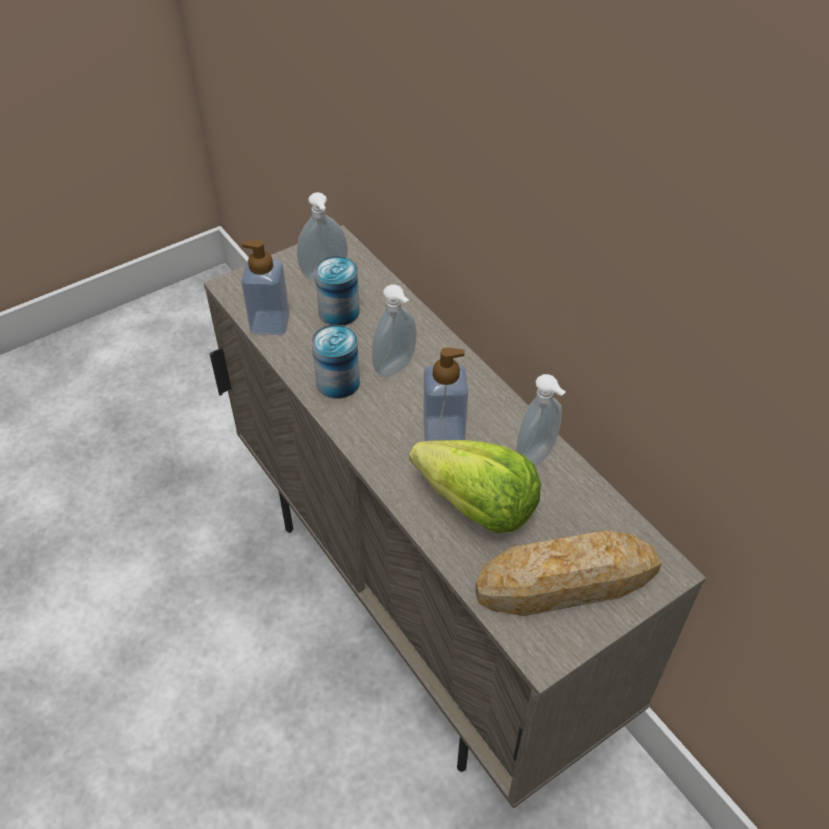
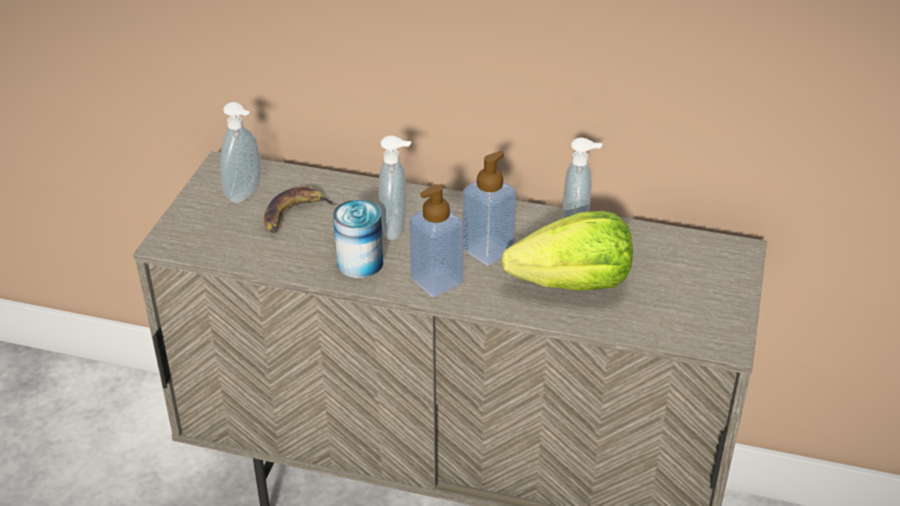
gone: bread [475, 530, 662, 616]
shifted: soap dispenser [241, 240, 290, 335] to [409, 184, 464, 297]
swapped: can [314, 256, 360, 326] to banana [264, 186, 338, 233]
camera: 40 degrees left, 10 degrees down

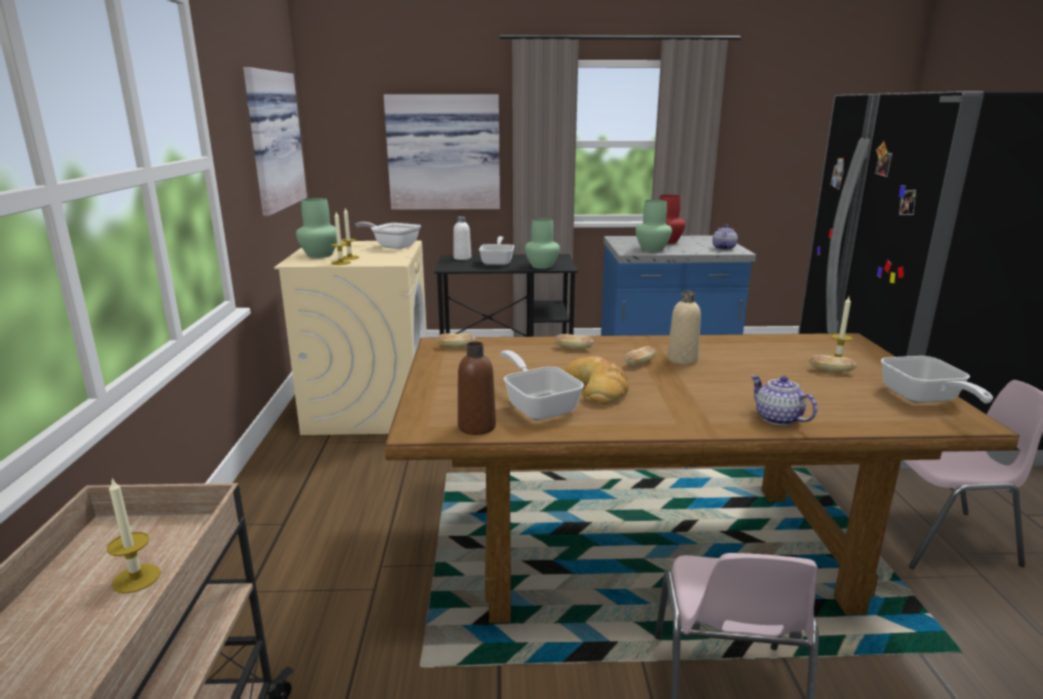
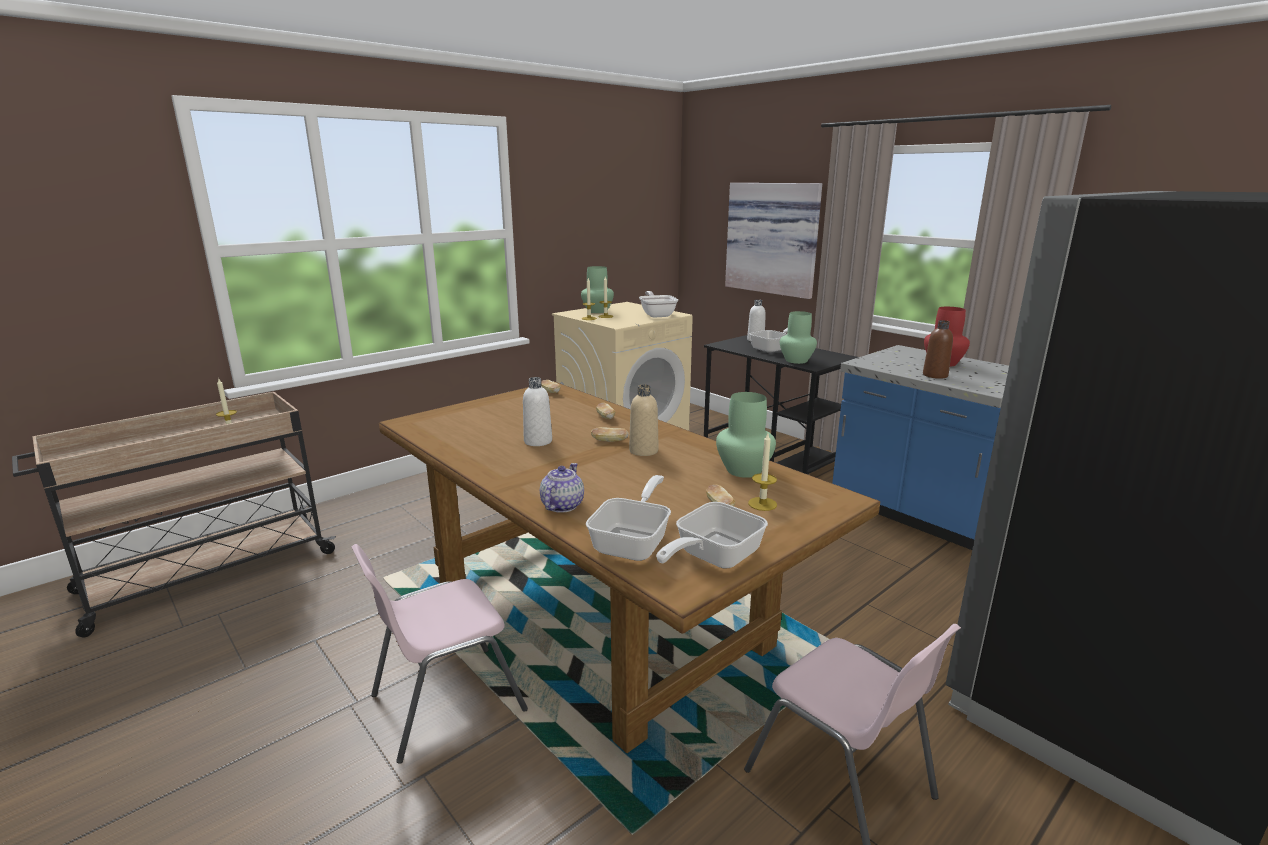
gone: picture [243, 67, 307, 216]; teapot [712, 225, 738, 250]
shifted: brown bottle [458, 342, 496, 435] to [923, 320, 953, 379]; frying pan [501, 350, 584, 420] to [586, 475, 671, 561]; green vase [635, 200, 672, 251] to [716, 392, 776, 478]
swapped: bread [565, 356, 629, 405] to white bottle [523, 377, 552, 446]
camera: 50 degrees right, 0 degrees up

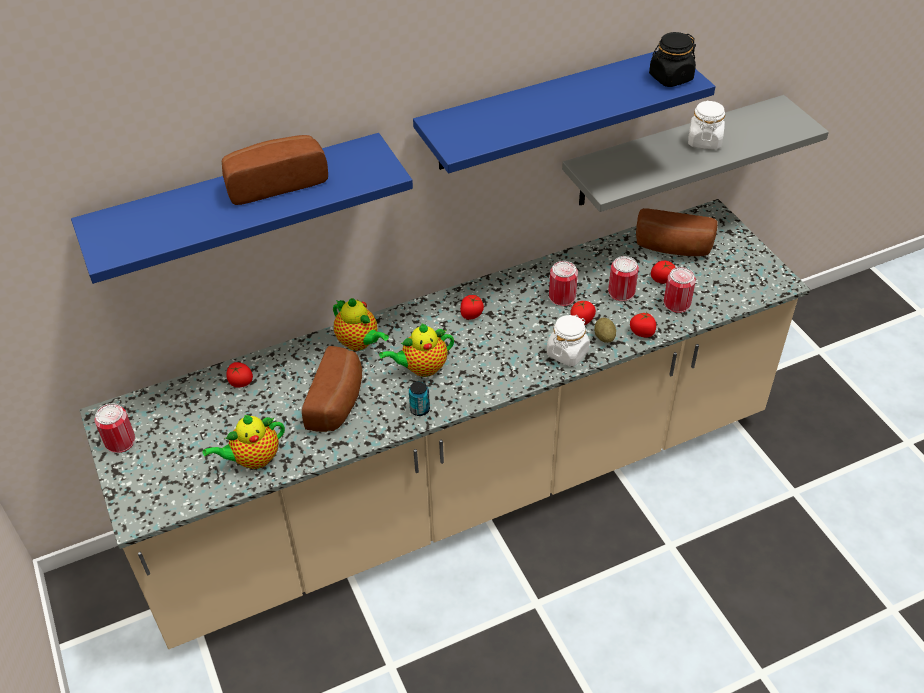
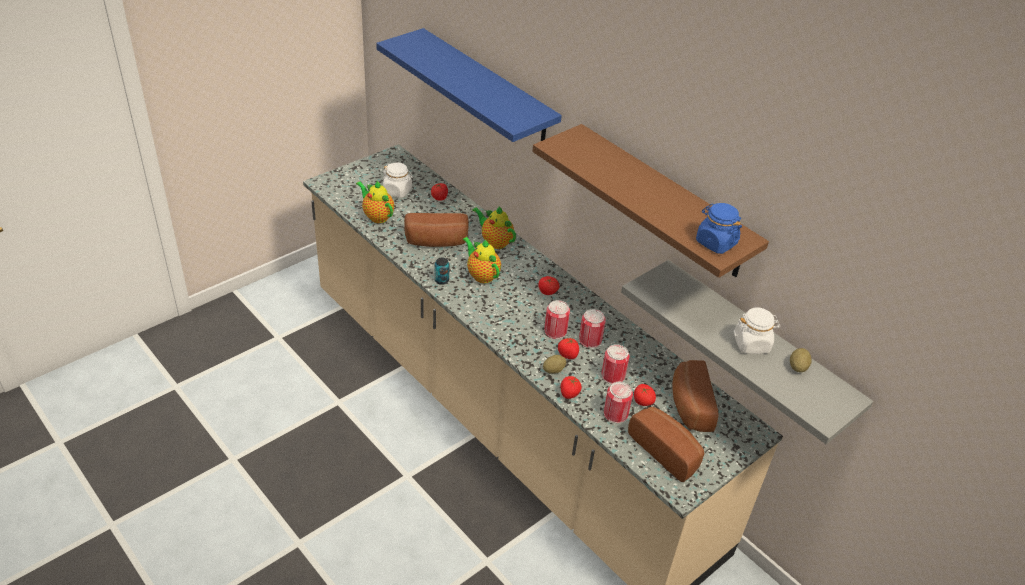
new: potato [790, 348, 812, 372]
shifted: can [95, 404, 135, 453] to [544, 300, 570, 339]; bread [222, 135, 328, 205] to [628, 407, 704, 482]; white jar [547, 315, 590, 367] to [382, 162, 413, 198]
repainted: blue shelf [413, 51, 716, 173] to brown shelf [532, 124, 769, 278]; black jar [649, 32, 696, 87] to blue jar [696, 203, 742, 254]
rotated: teapot [333, 298, 389, 351] = [472, 207, 516, 249] 105 degrees clockwise
camera: 70 degrees right, 5 degrees down

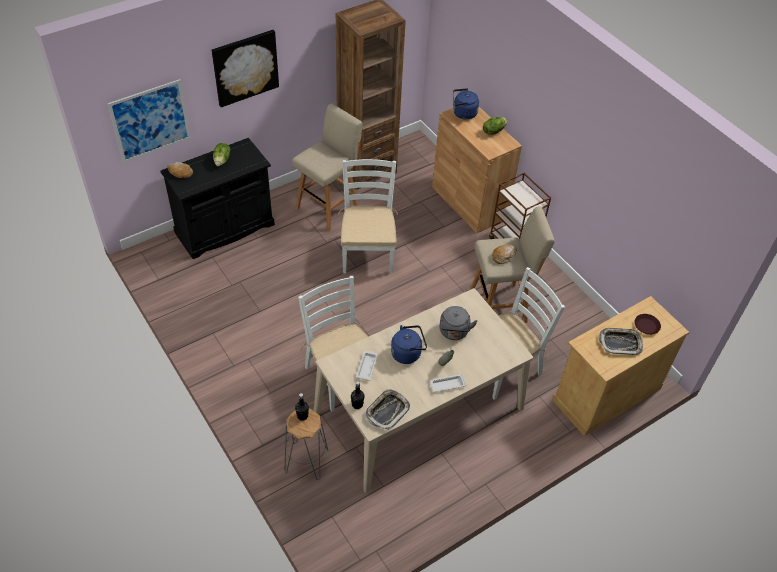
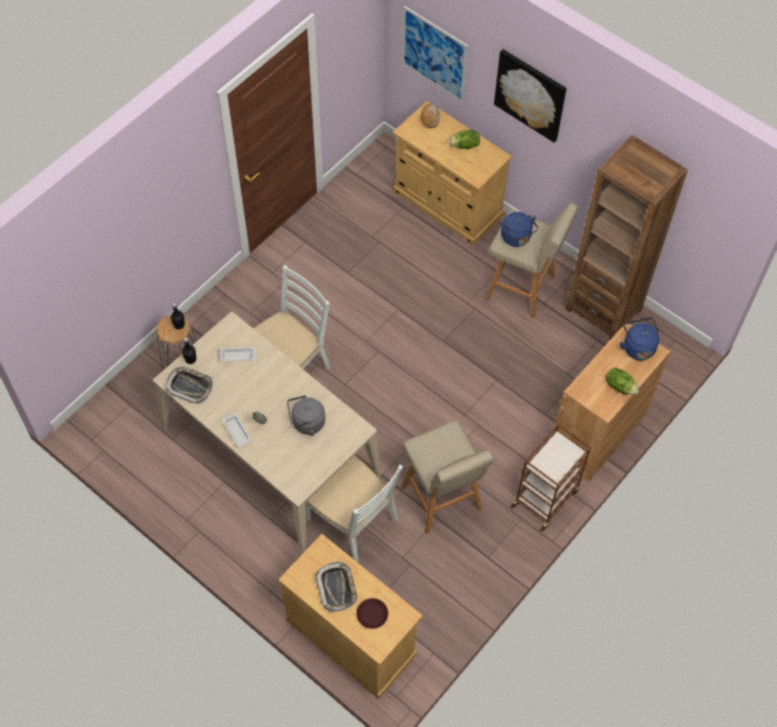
gone: white chair [338, 159, 398, 274]; bread [492, 244, 517, 264]
shifted: blue kettle [391, 325, 427, 364] to [501, 212, 538, 247]
repainted: black cabinet [160, 138, 275, 259] to beige cabinet [393, 101, 512, 246]
camera: 75 degrees right, 10 degrees up

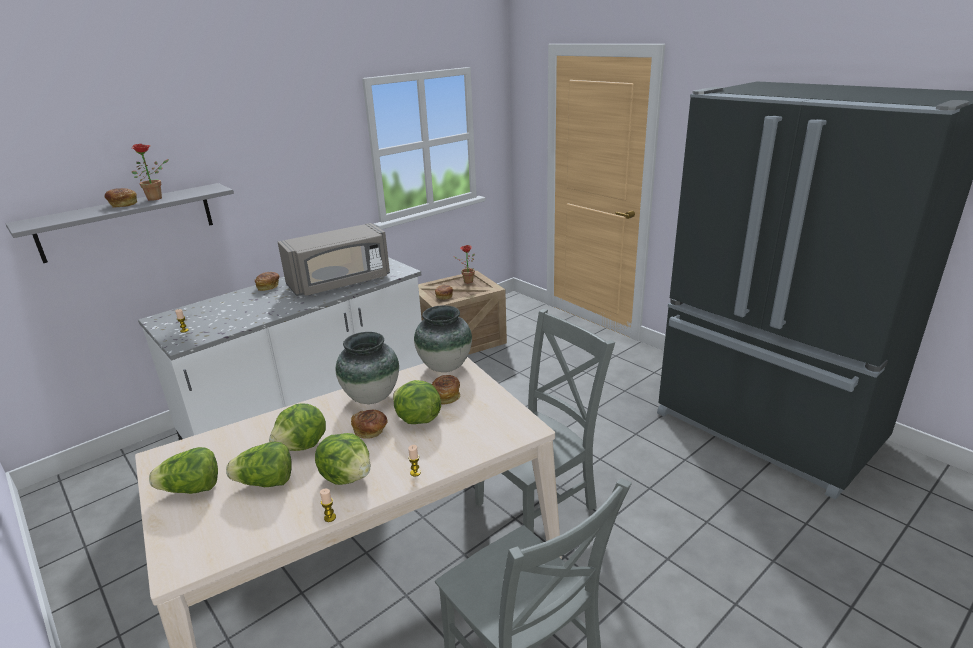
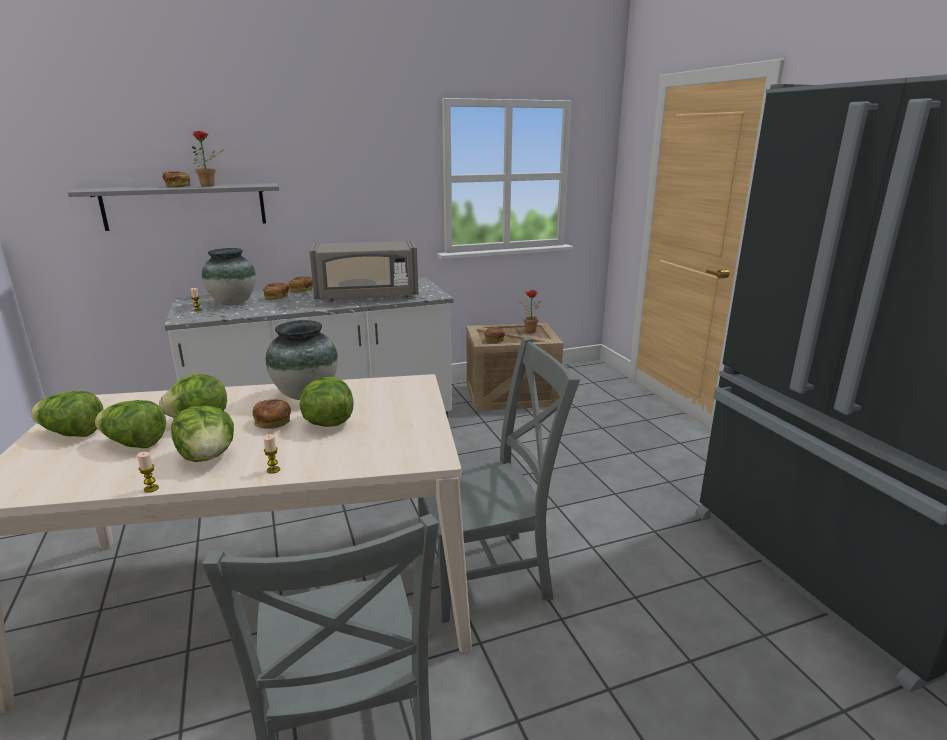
shifted: vase [414, 305, 472, 372] to [202, 248, 256, 305]; bread [432, 375, 460, 404] to [263, 282, 289, 300]
camera: 20 degrees right, 5 degrees down

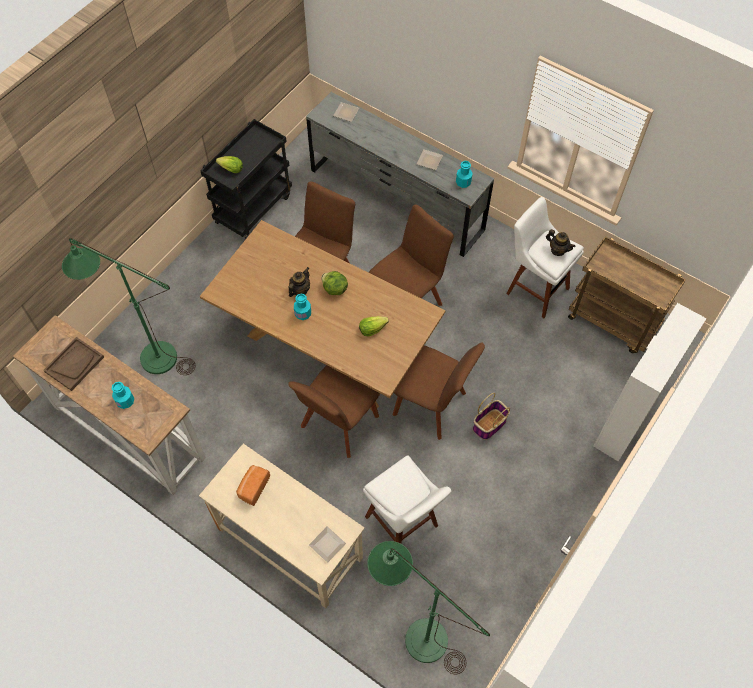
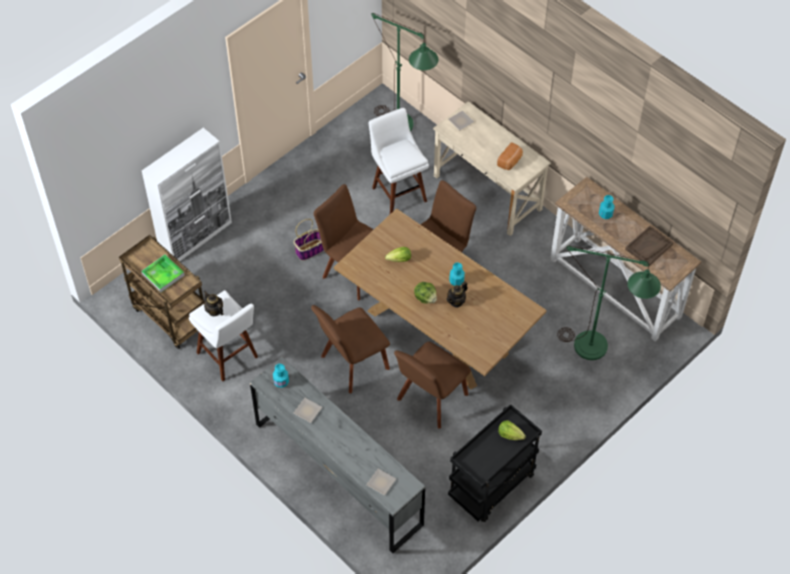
new: tray [141, 255, 185, 292]
camera: 170 degrees left, 5 degrees down

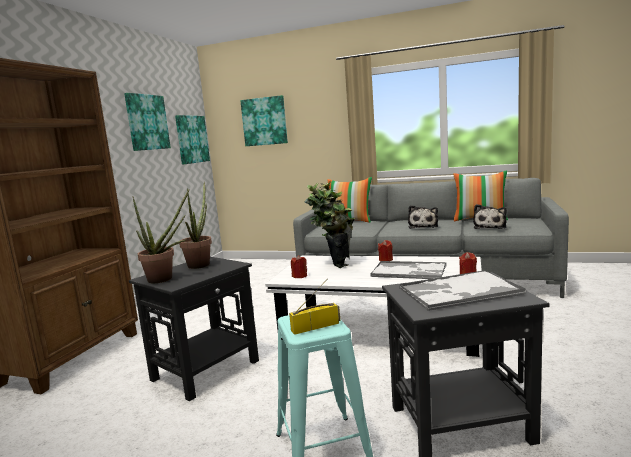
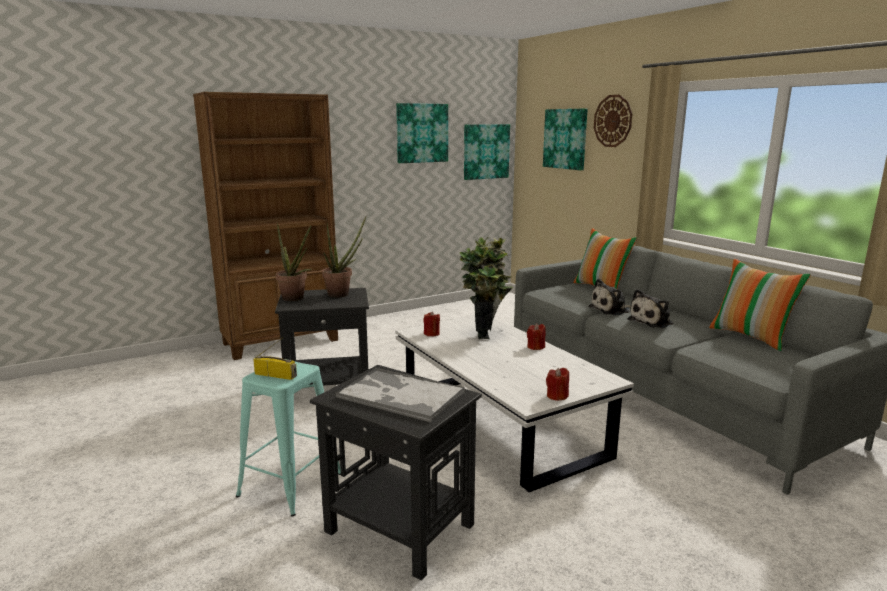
gone: tray [370, 261, 447, 279]
new: wall clock [594, 95, 632, 147]
shifted: plush toy [473, 204, 507, 229] to [588, 279, 631, 315]
camera: 40 degrees right, 5 degrees up

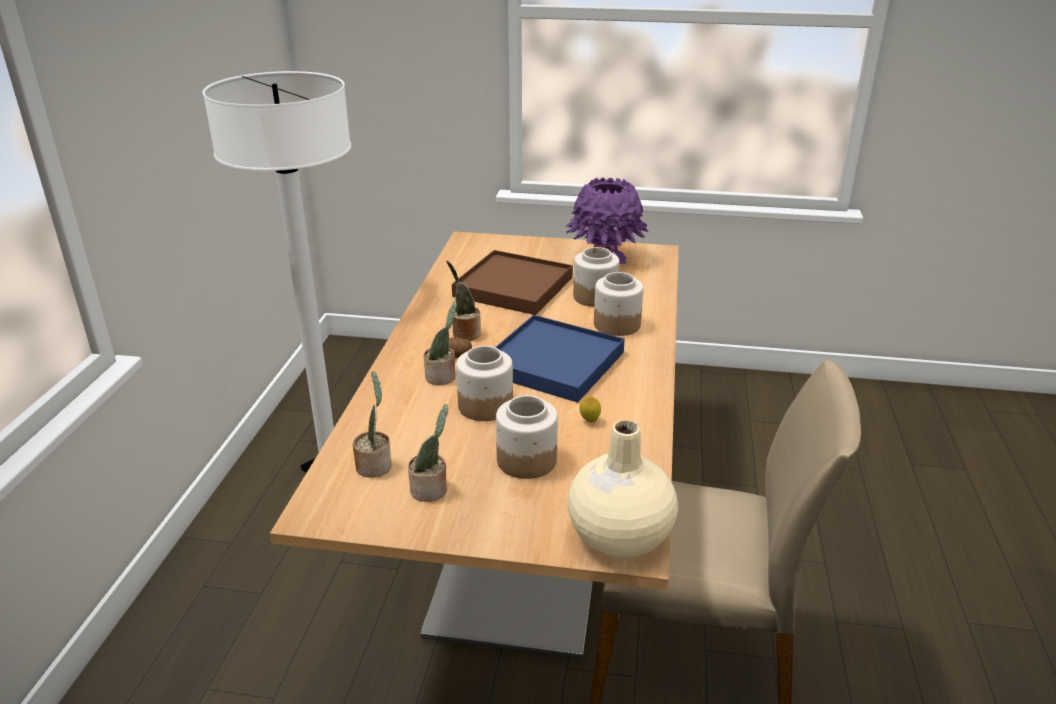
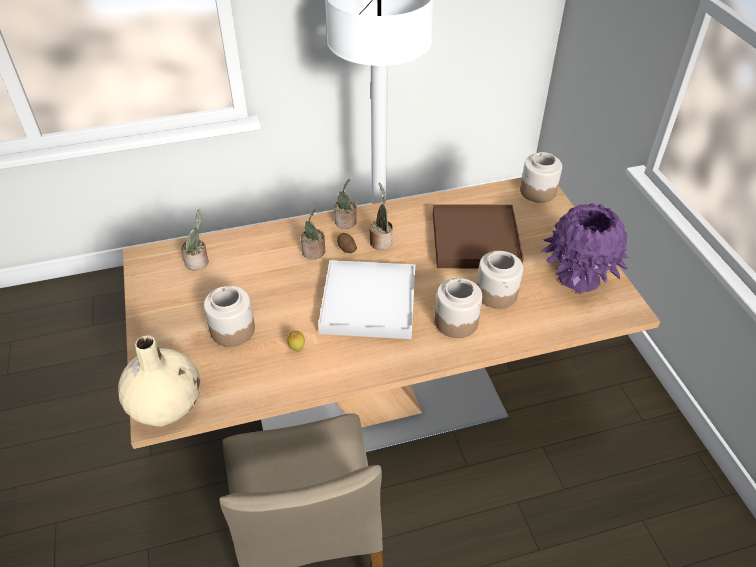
shifted: potted plant [408, 404, 448, 502] to [334, 179, 357, 229]; jar [456, 346, 513, 421] to [520, 152, 562, 203]
repainted: blue tray [495, 315, 625, 403] to white tray [318, 260, 415, 339]
camera: 65 degrees right, 15 degrees up

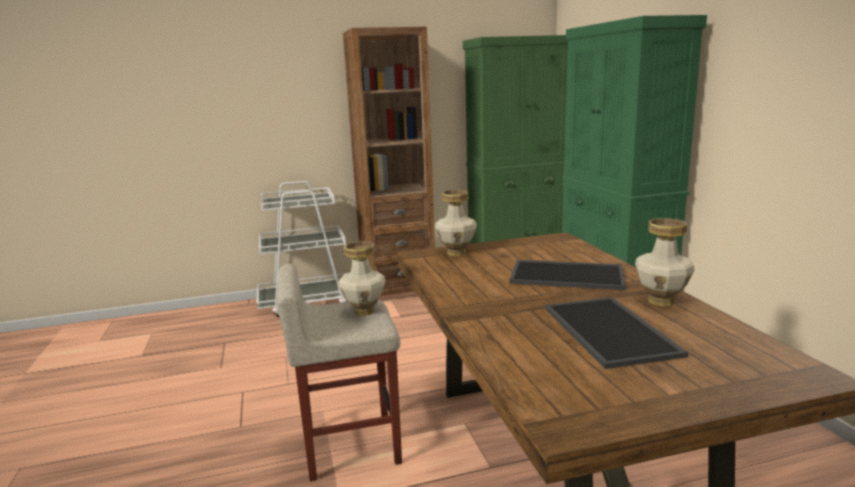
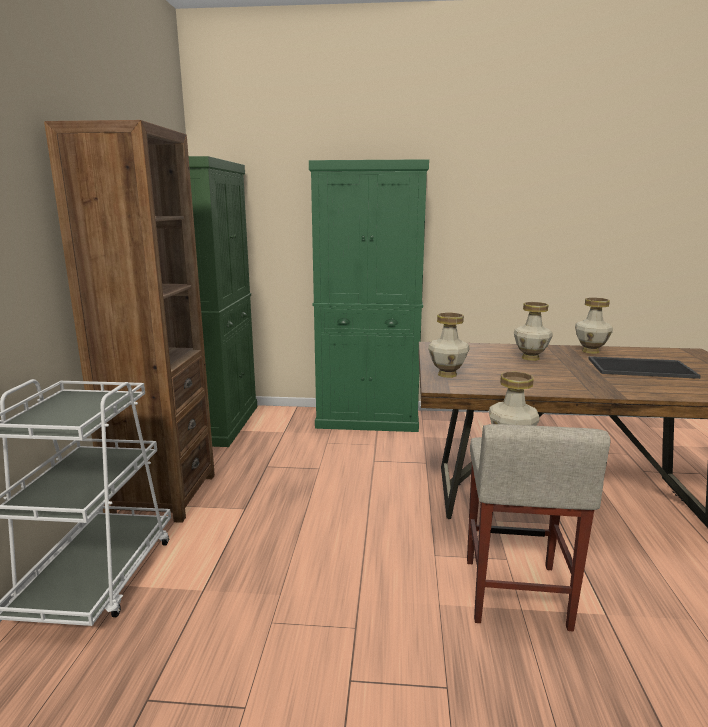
swapped: tray [510, 260, 626, 290] to vase [514, 302, 553, 361]
camera: 70 degrees left, 0 degrees up

